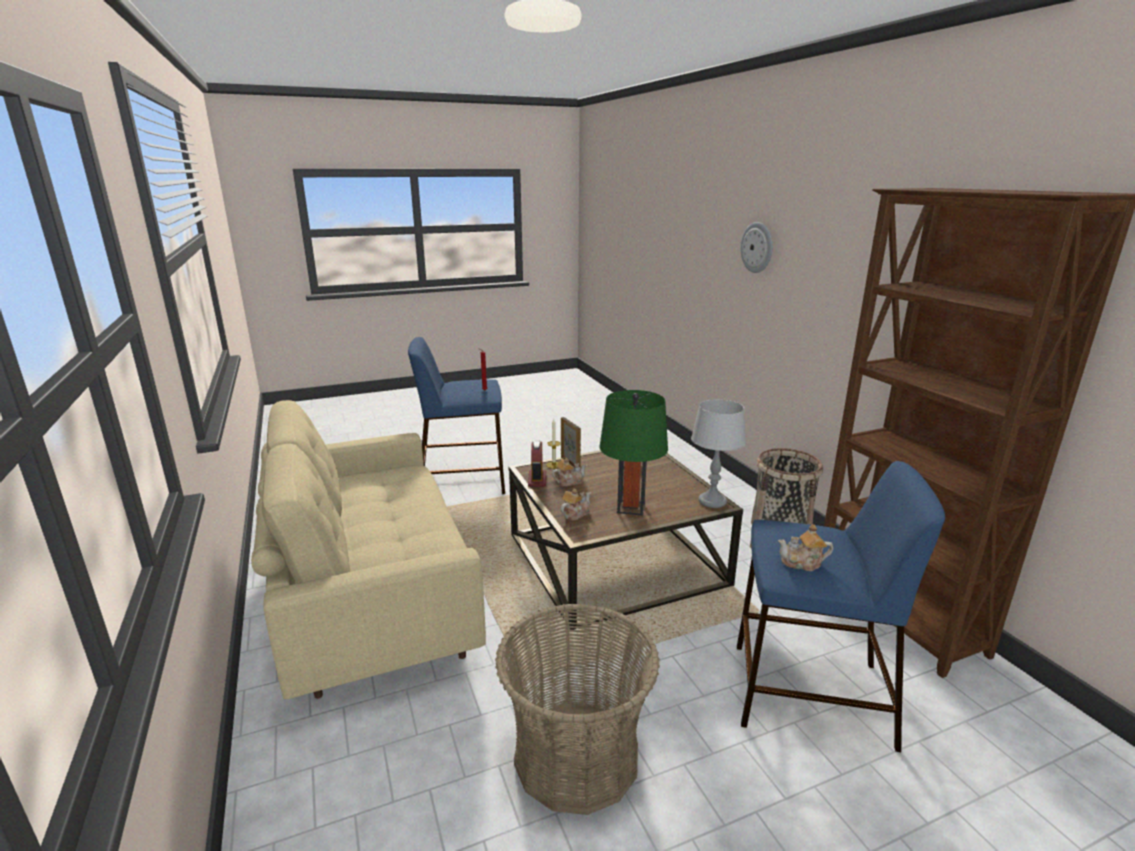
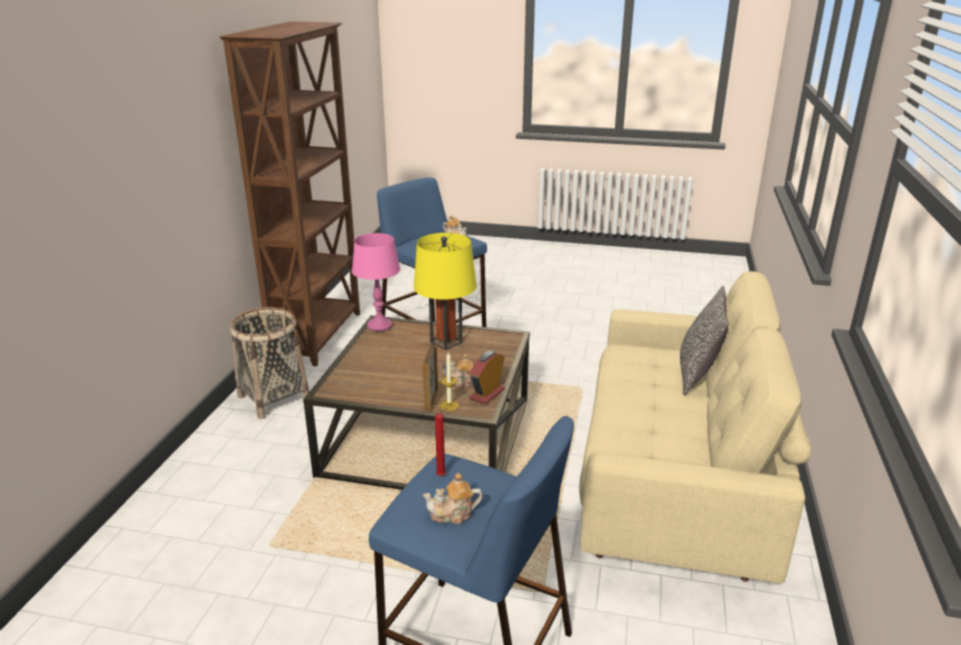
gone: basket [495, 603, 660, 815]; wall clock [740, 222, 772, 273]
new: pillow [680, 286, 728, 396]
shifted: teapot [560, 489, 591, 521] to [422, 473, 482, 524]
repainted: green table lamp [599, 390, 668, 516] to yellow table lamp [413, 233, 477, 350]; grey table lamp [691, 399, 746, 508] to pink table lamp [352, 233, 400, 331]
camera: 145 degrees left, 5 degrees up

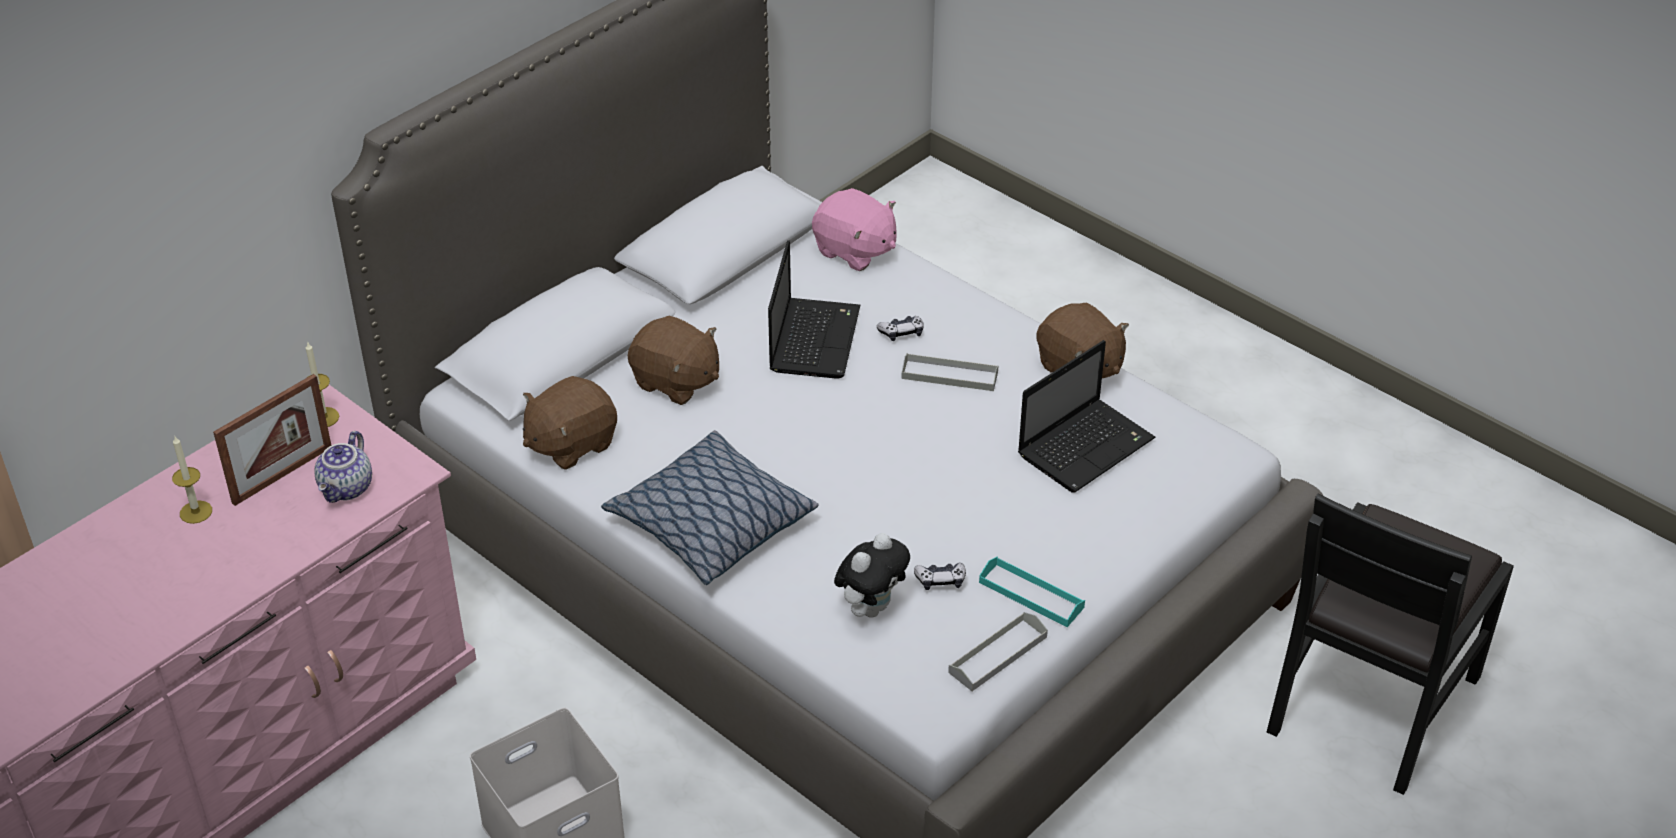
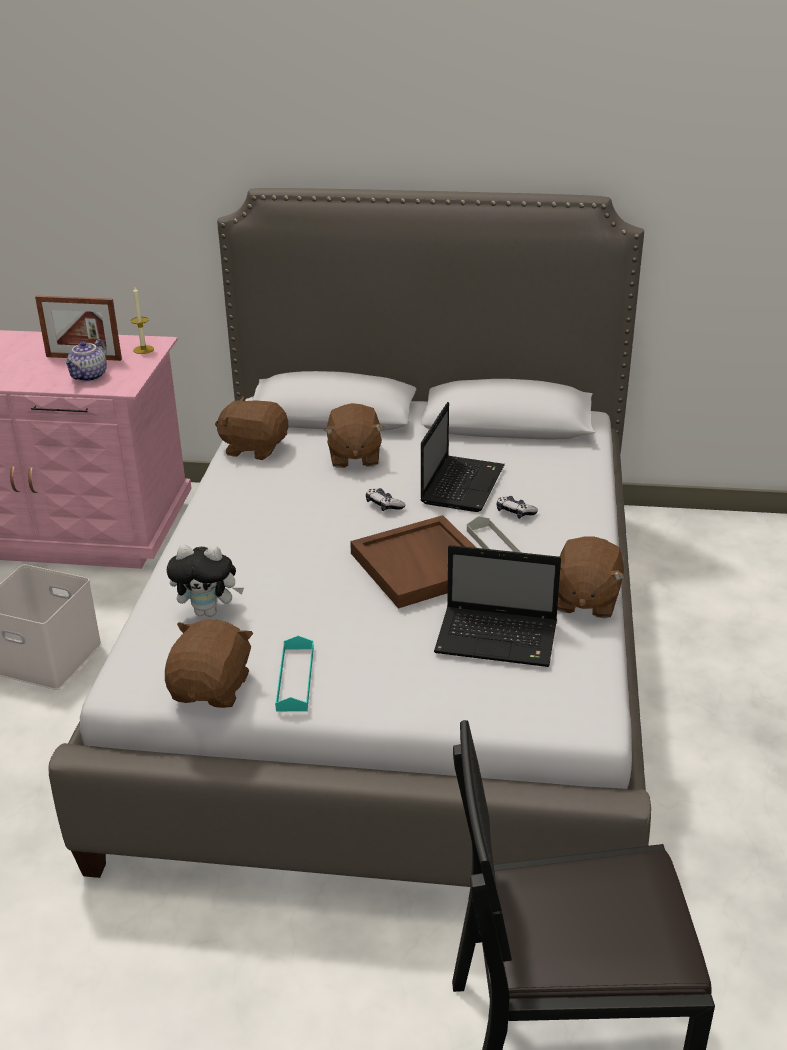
gone: candle [172, 436, 212, 524]; pillow [601, 430, 819, 585]; pink plush toy [812, 188, 896, 271]
new: brown tray [350, 515, 476, 609]
shifted: game controller [914, 562, 966, 590] to [366, 488, 406, 511]
swapped: grey tray [948, 612, 1048, 691] to brown plush toy [165, 619, 253, 708]
rotated: teapot [314, 431, 372, 503] = [64, 339, 107, 382] 45 degrees counterclockwise; laptop [768, 240, 860, 379] = [421, 402, 505, 512] 45 degrees counterclockwise
camera: 55 degrees right, 10 degrees down

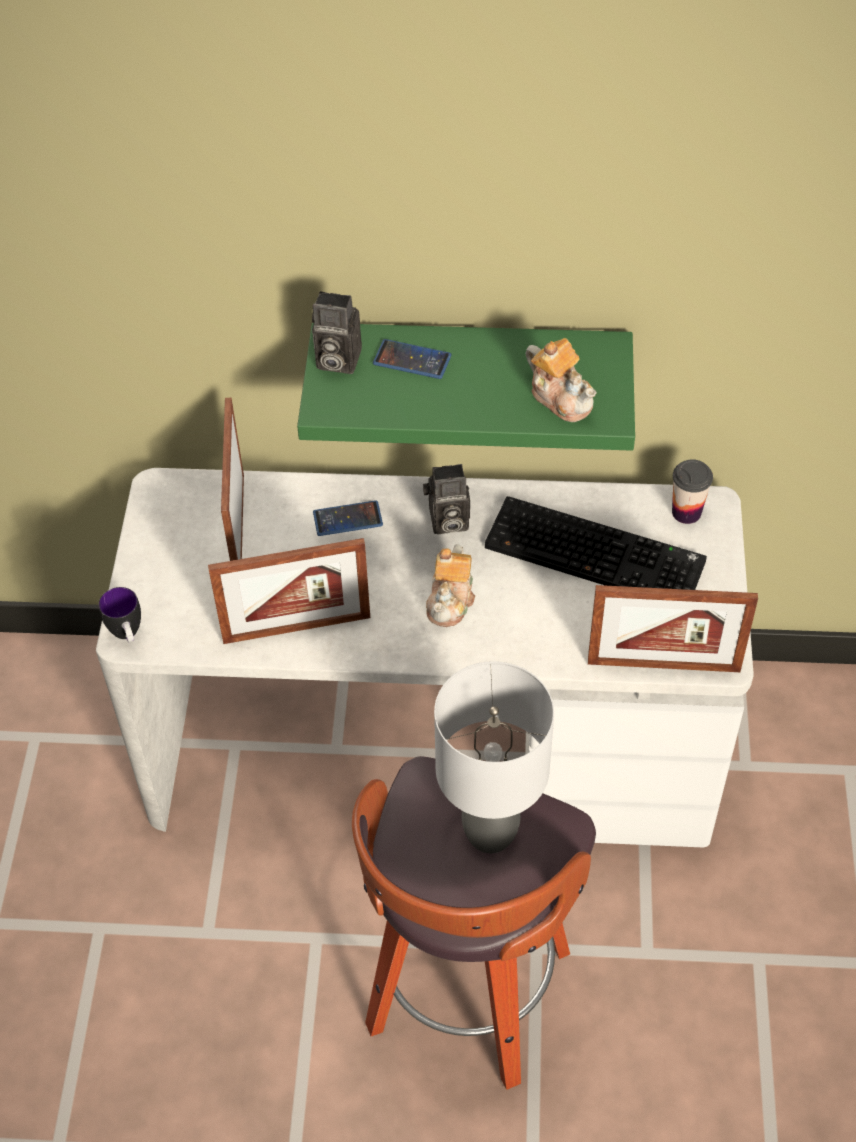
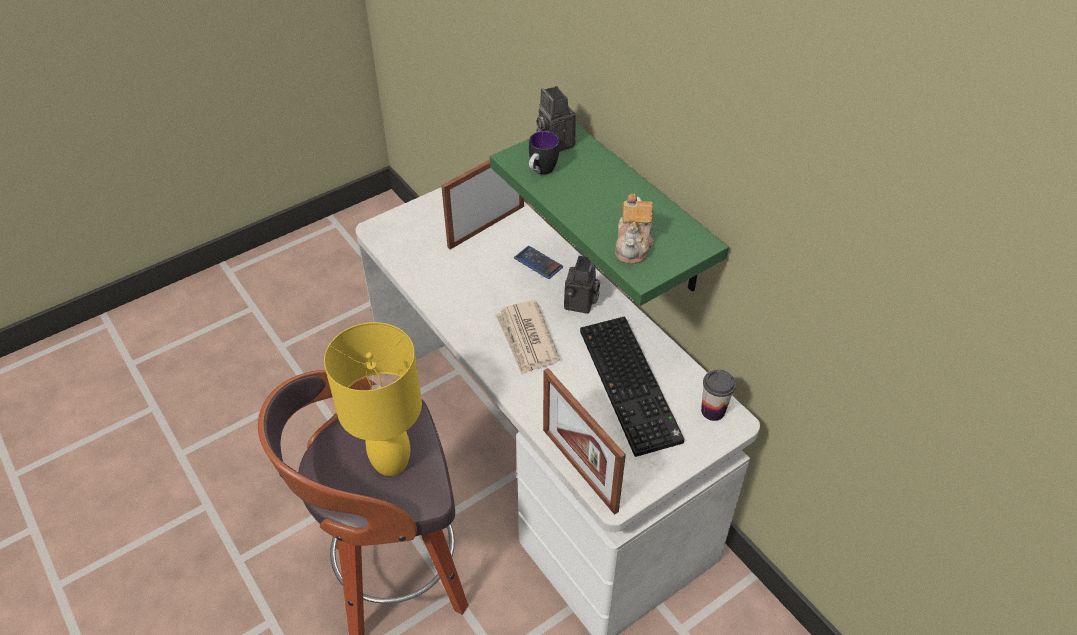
gone: picture frame [208, 538, 370, 644]; phone [373, 339, 452, 379]
shifted: mug [99, 587, 141, 642] to [529, 131, 560, 175]
swapped: teapot [426, 544, 475, 627] to newspaper [495, 300, 560, 375]
repainted: grey table lamp [434, 661, 554, 853] to yellow table lamp [324, 322, 422, 476]
rotated: photo camera [423, 464, 470, 534] = [564, 256, 600, 314] 120 degrees counterclockwise
camera: 50 degrees right, 5 degrees down

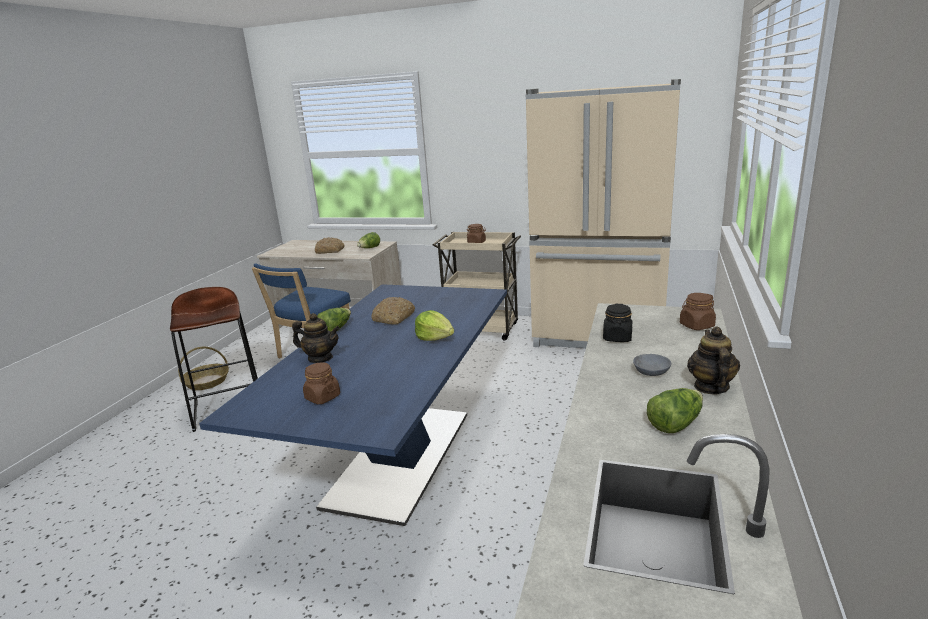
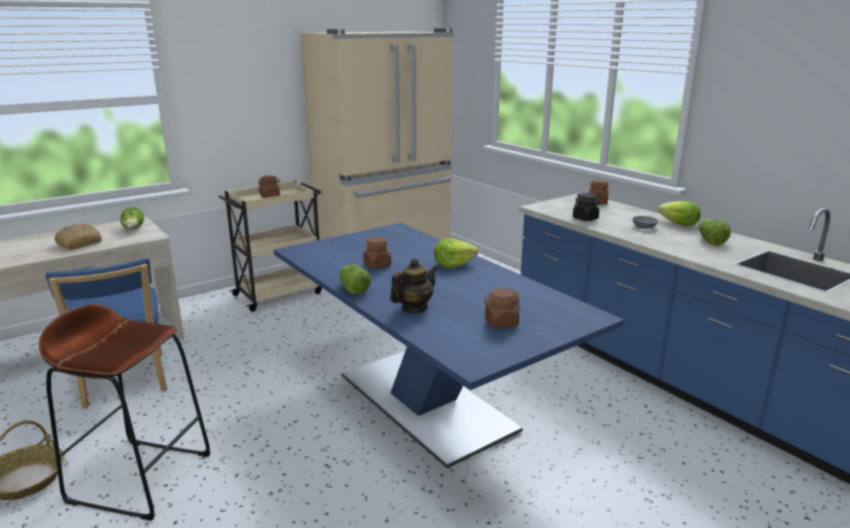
swapped: bread [372, 297, 415, 325] to brown jar [363, 237, 391, 269]; teapot [687, 327, 740, 394] to lettuce [658, 201, 701, 226]
camera: 55 degrees left, 0 degrees up

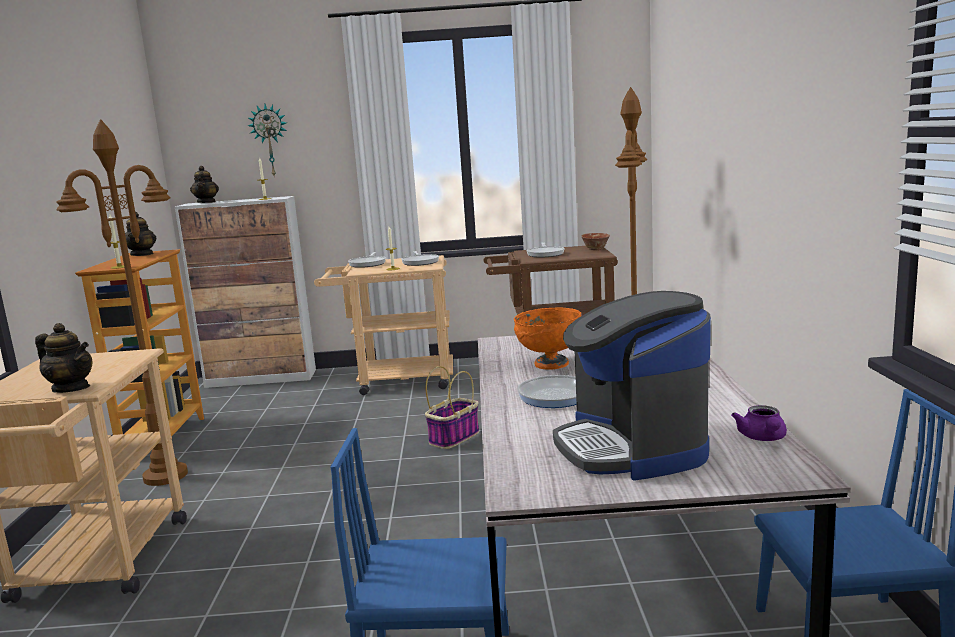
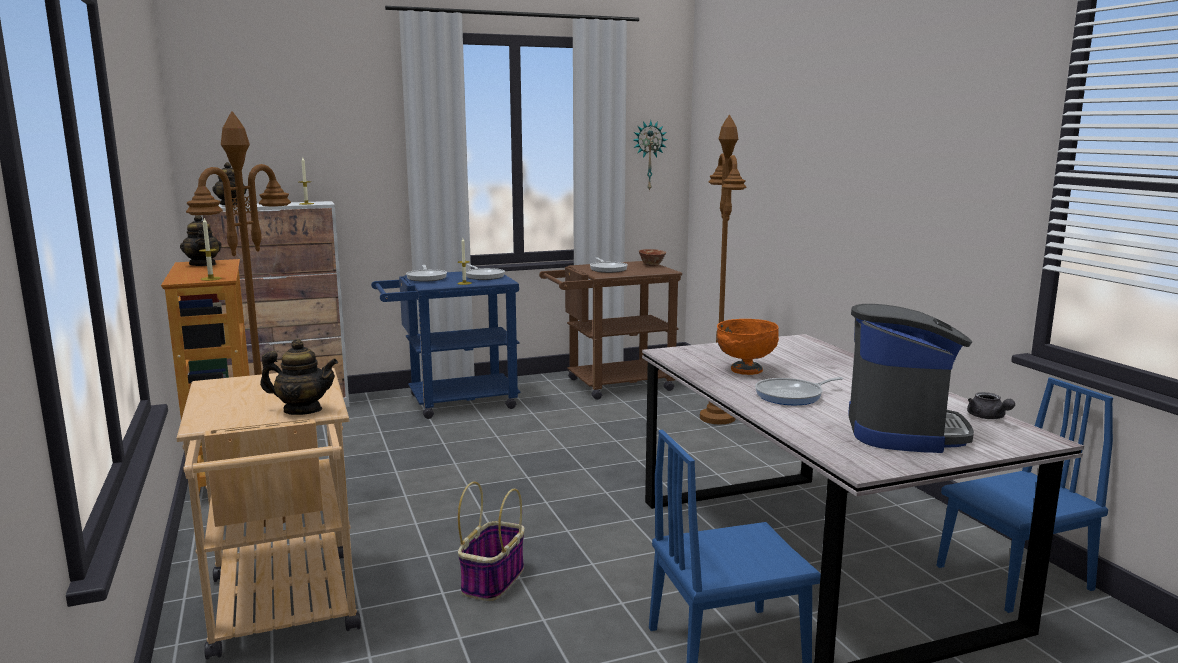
shifted: wall clock [247, 104, 287, 178] to [633, 120, 667, 192]; basket [425, 366, 479, 449] to [458, 482, 525, 601]
repainted: beige cart [314, 255, 453, 395] to blue cart [371, 271, 520, 419]; purple teapot [731, 405, 787, 441] to grey teapot [967, 392, 1015, 419]
rotated: coffee machine [553, 291, 711, 480] = [848, 304, 974, 453] 135 degrees counterclockwise
camera: 20 degrees left, 0 degrees up

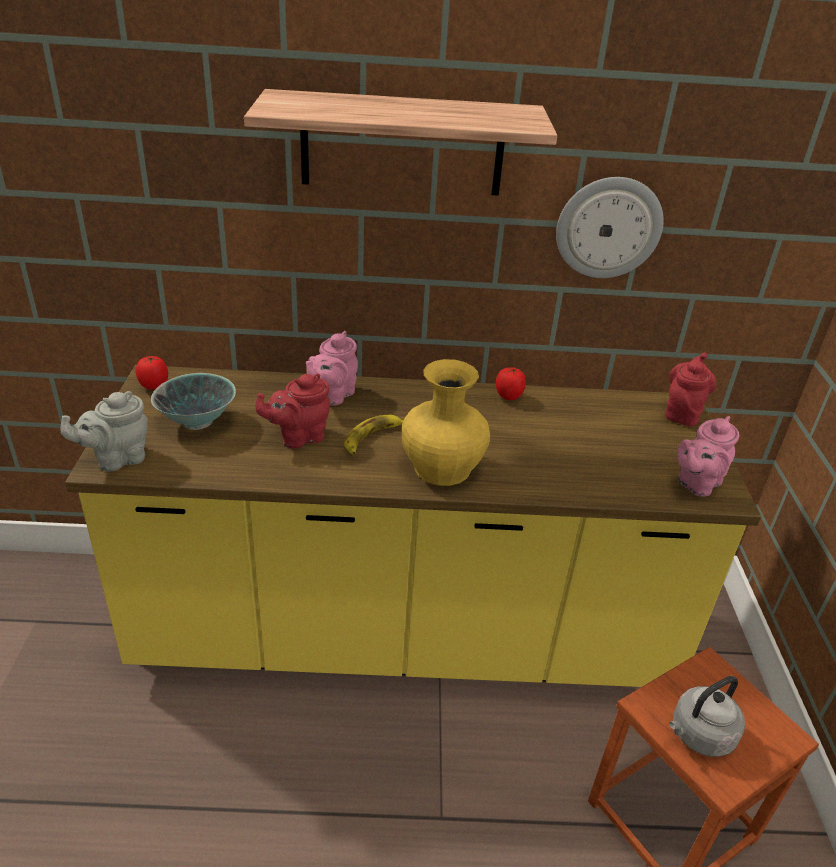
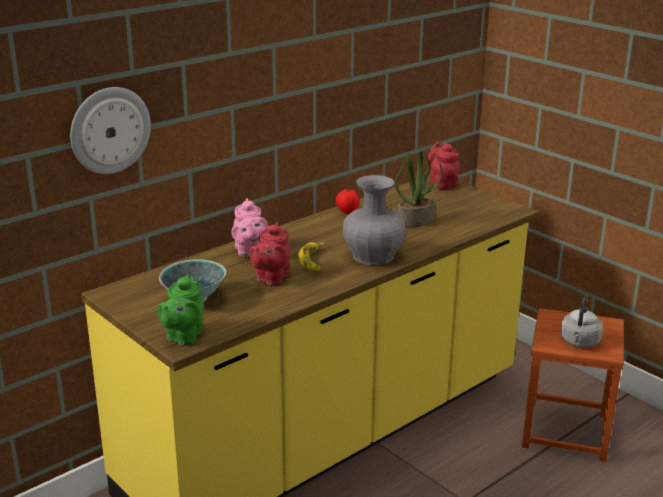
gone: tomato [136, 356, 168, 390]; shelf [244, 89, 557, 196]; pink teapot [677, 416, 739, 497]
new: potted plant [395, 151, 442, 227]
shifted: wall clock [556, 177, 664, 278] to [70, 87, 151, 174]
repainted: grey teapot [60, 391, 148, 471] to green teapot [158, 274, 204, 346]; yellow vase [402, 359, 490, 486] to grey vase [343, 175, 406, 265]
camera: 40 degrees left, 10 degrees down

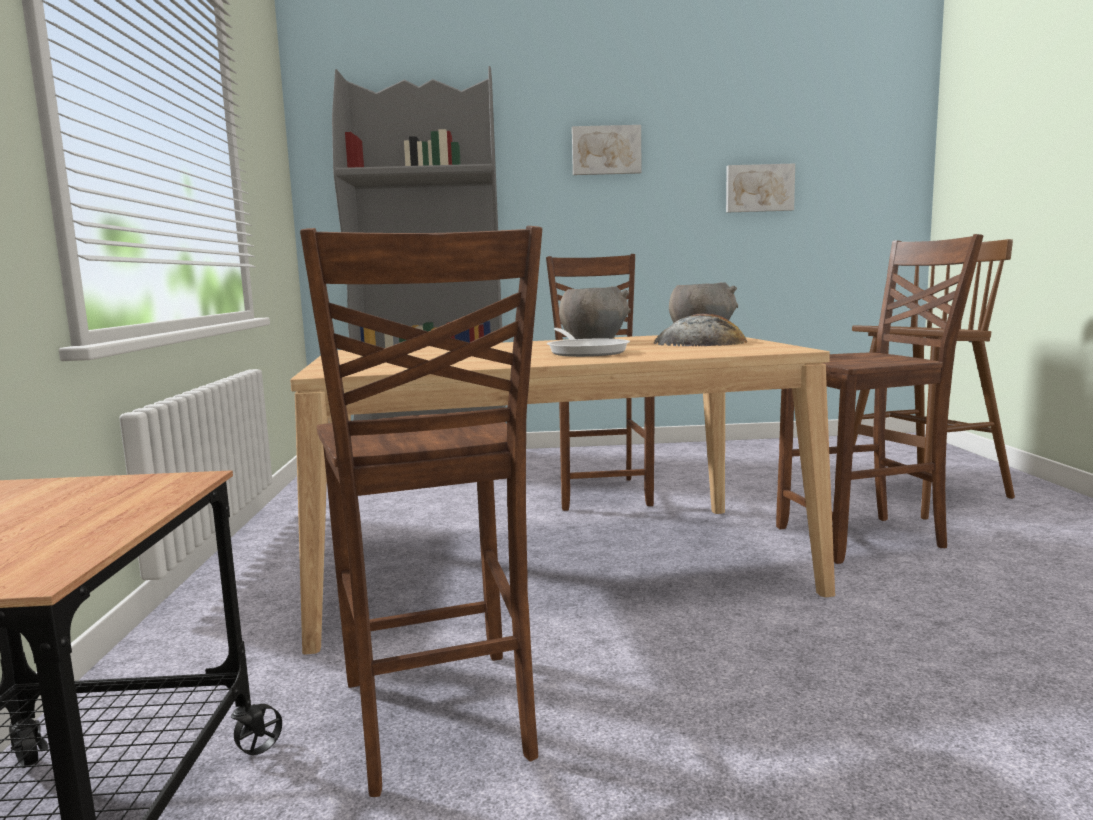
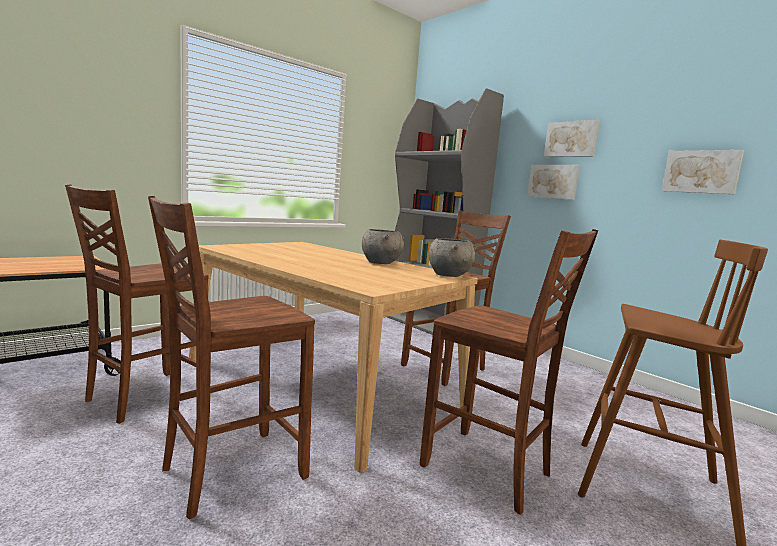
gone: frying pan [547, 328, 630, 357]; bread [654, 313, 747, 346]
new: brown chair [148, 196, 315, 520]; picture [527, 165, 580, 200]
camera: 50 degrees right, 0 degrees up

